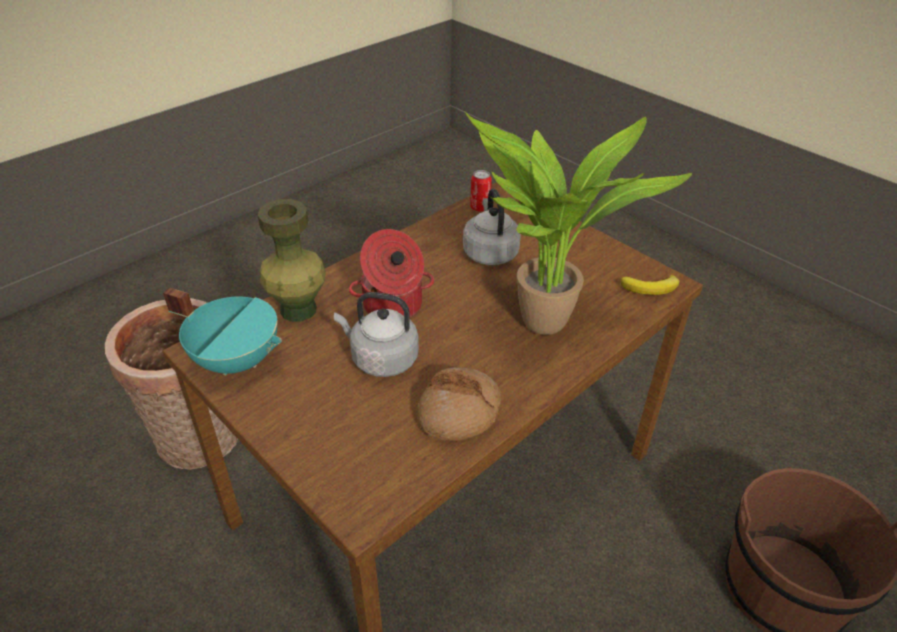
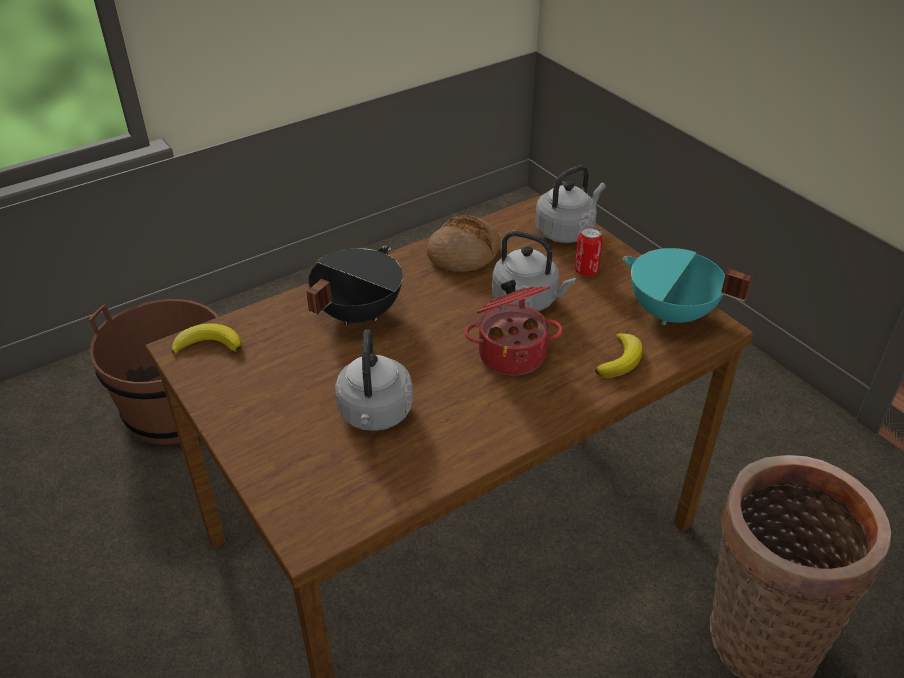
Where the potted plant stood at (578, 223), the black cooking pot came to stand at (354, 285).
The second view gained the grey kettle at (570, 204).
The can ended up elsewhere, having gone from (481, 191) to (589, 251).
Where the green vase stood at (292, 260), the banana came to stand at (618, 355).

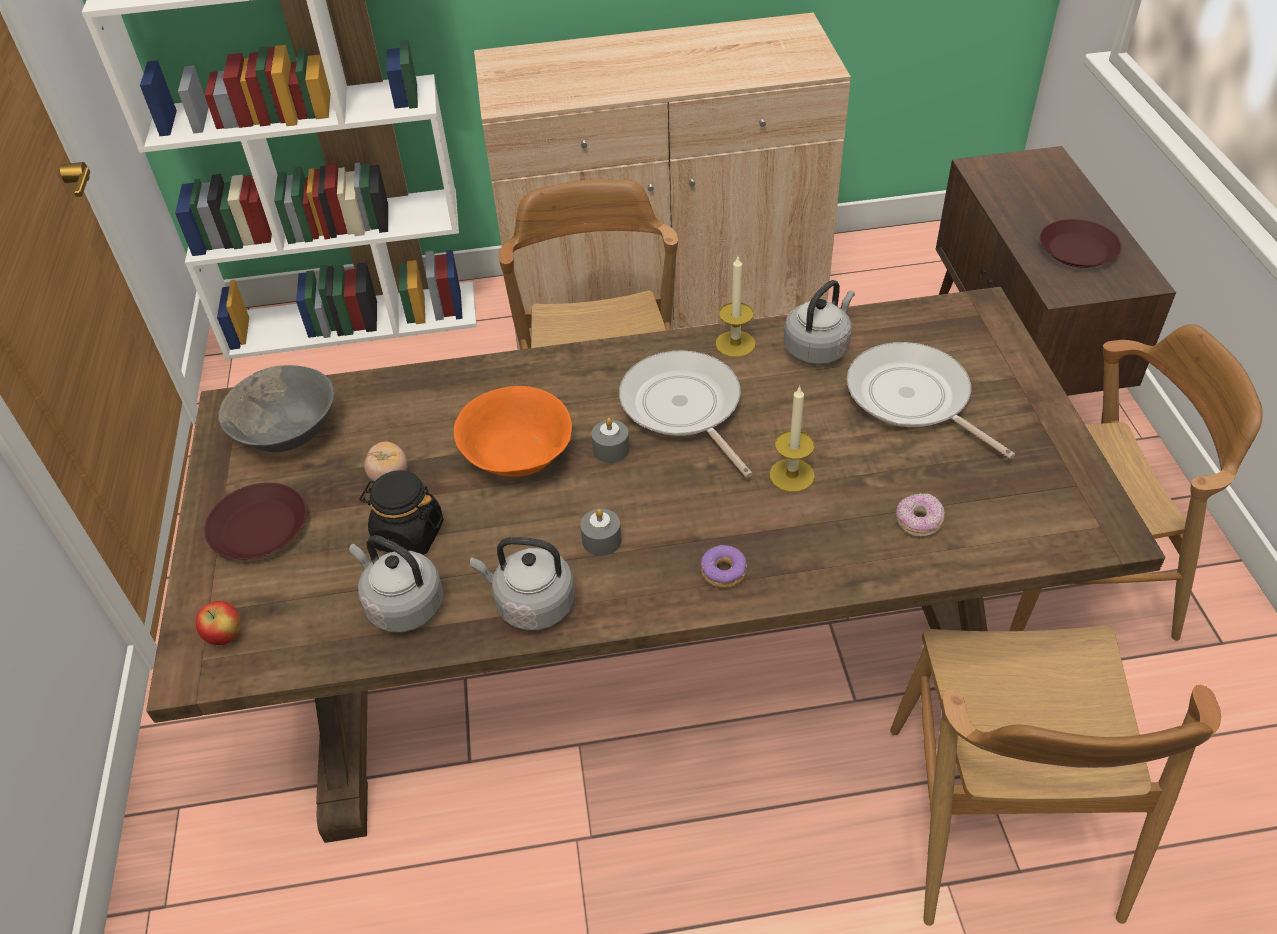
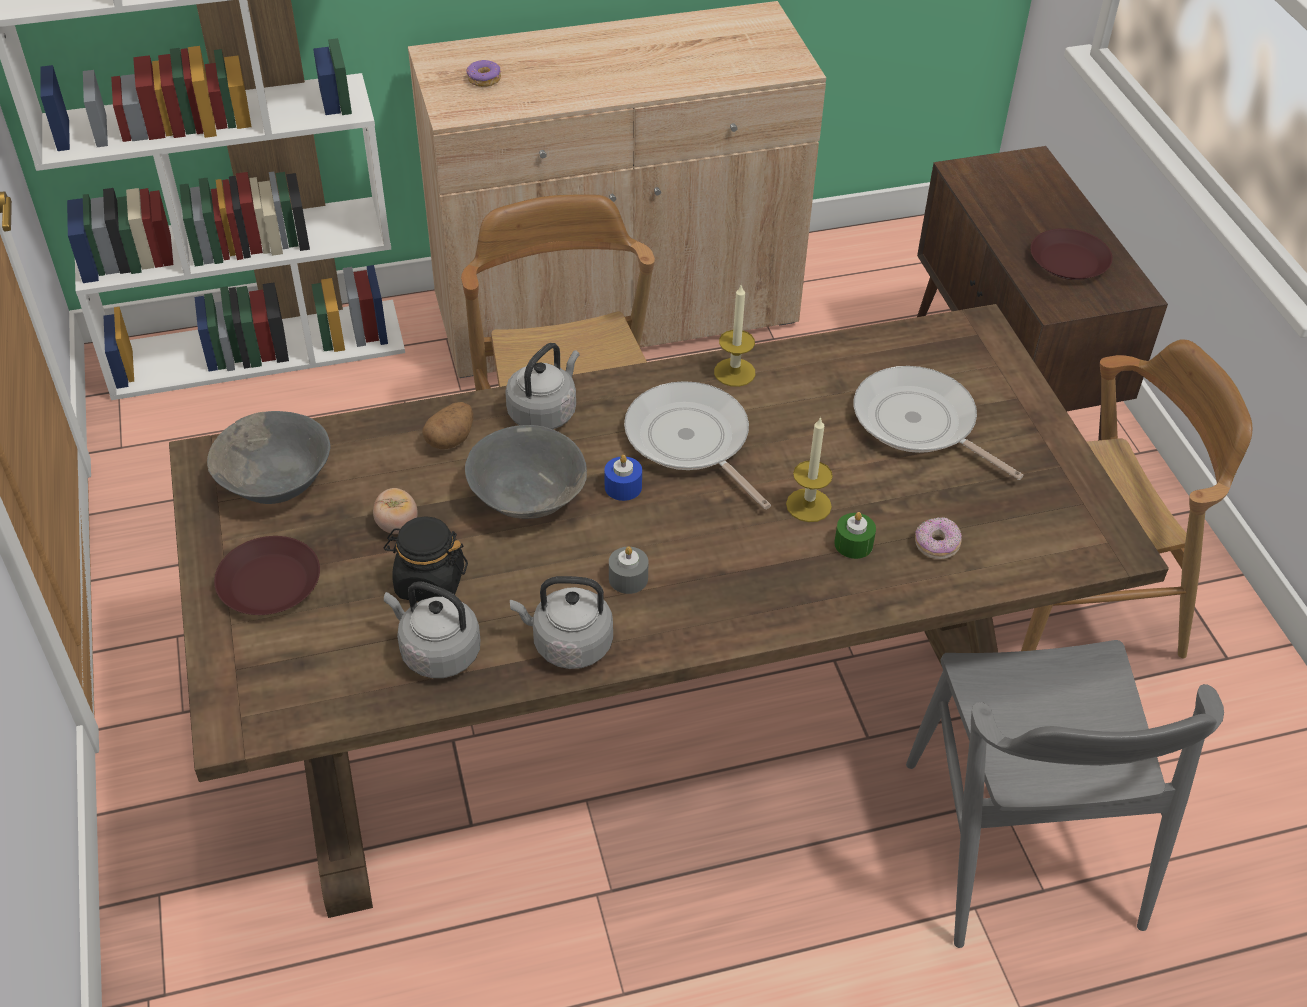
The second view gained the potato at (448, 425).
What was the orange bowl at (513, 431) turned into the grey bowl at (526, 472).
The donut ended up elsewhere, having gone from (724, 566) to (484, 73).
The grey kettle ended up elsewhere, having gone from (819, 322) to (542, 386).
What was the grey candle at (611, 440) turned into the blue candle at (623, 478).
The second view gained the green candle at (855, 535).
What was the brown chair at (1055, 775) turned into the grey chair at (1065, 794).
The second view lost the apple at (218, 623).

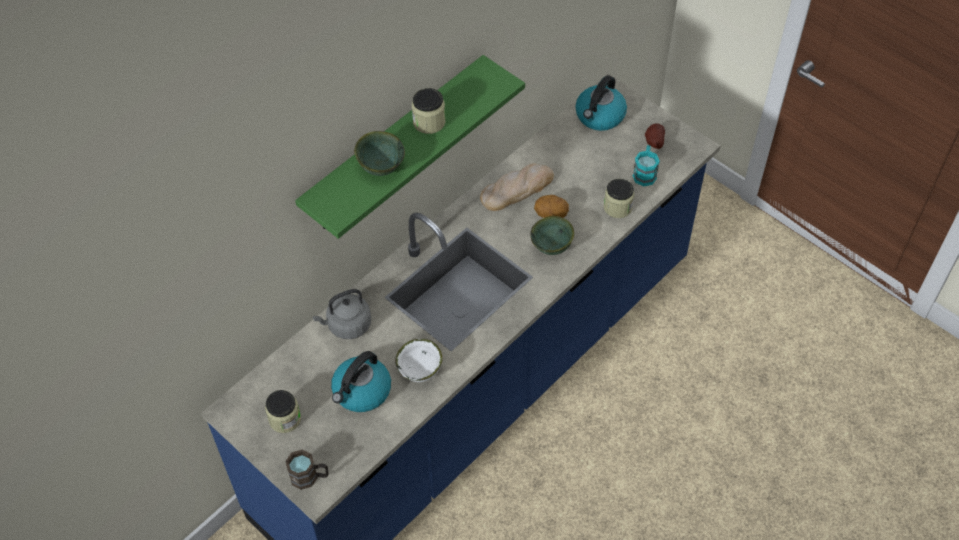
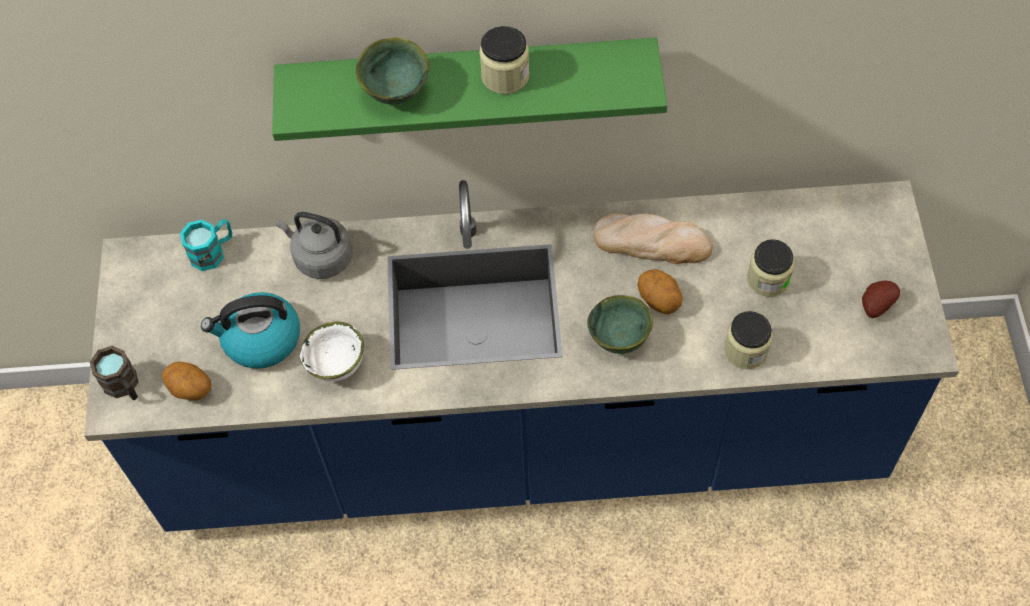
The second view gained the potato at (186, 381).
The turquoise mug ended up elsewhere, having gone from (646, 165) to (206, 245).
The jar ended up elsewhere, having gone from (283, 411) to (770, 268).
The second view lost the kettle at (601, 103).

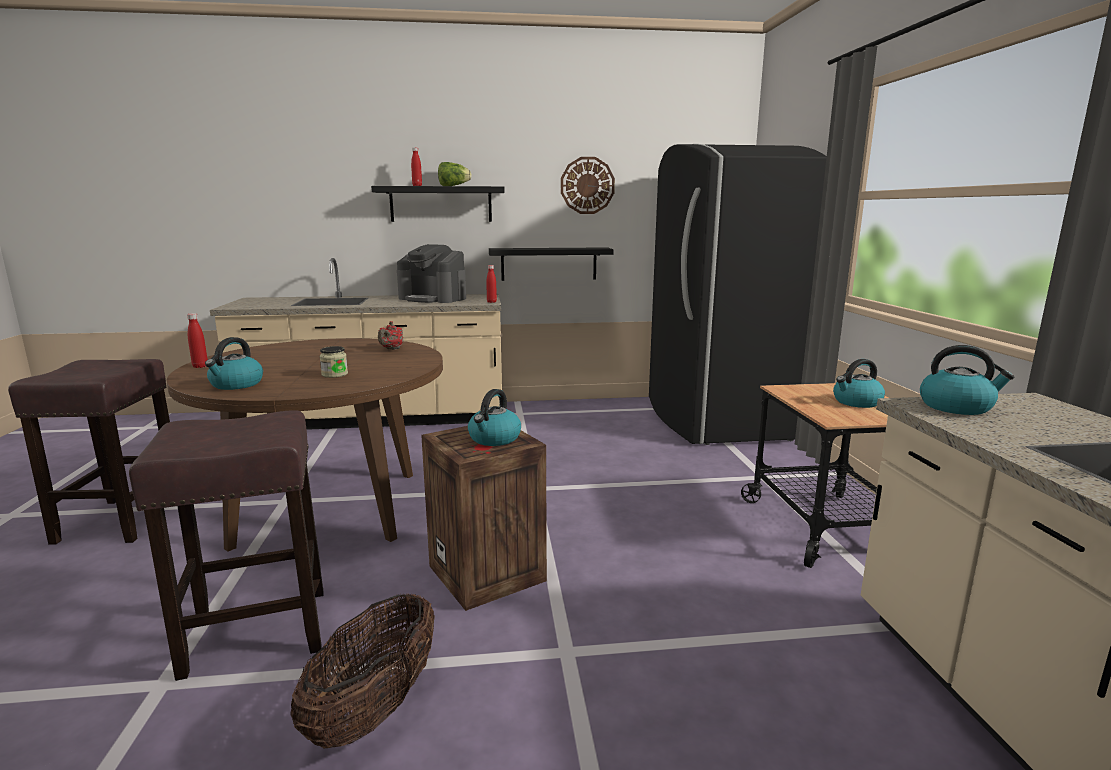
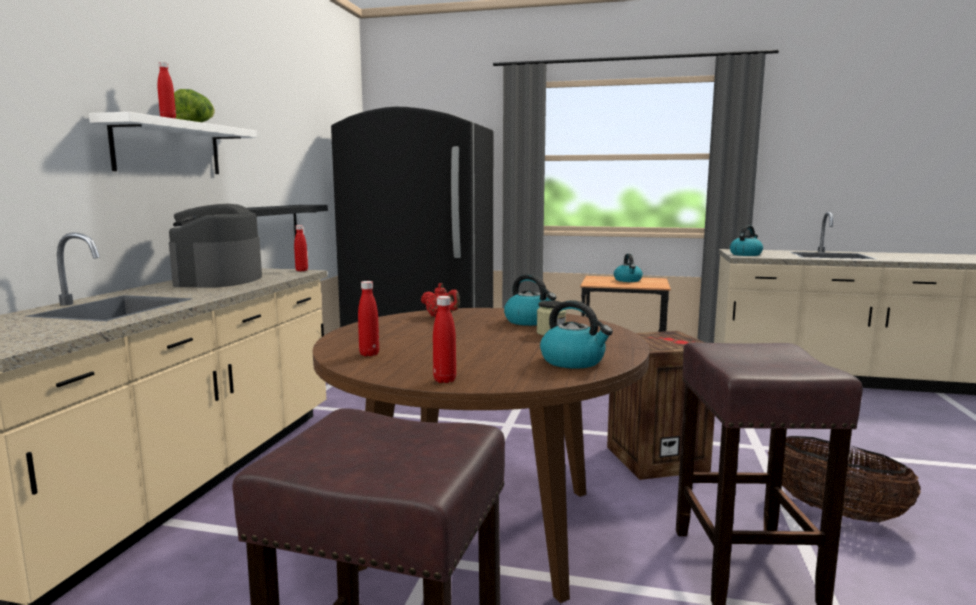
What was the black shelf at (438, 204) turned into the white shelf at (173, 143).
The coffee machine at (431, 273) ended up facing another way, 135 degrees clockwise from before.
The second view gained the red bottle at (368, 318).
The kettle ended up elsewhere, having gone from (494, 417) to (530, 300).
The second view lost the wall clock at (588, 185).

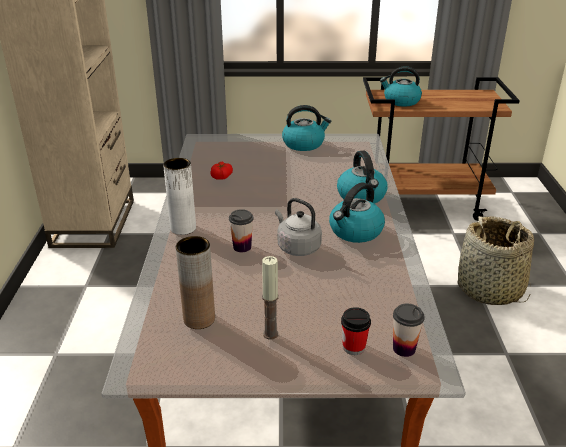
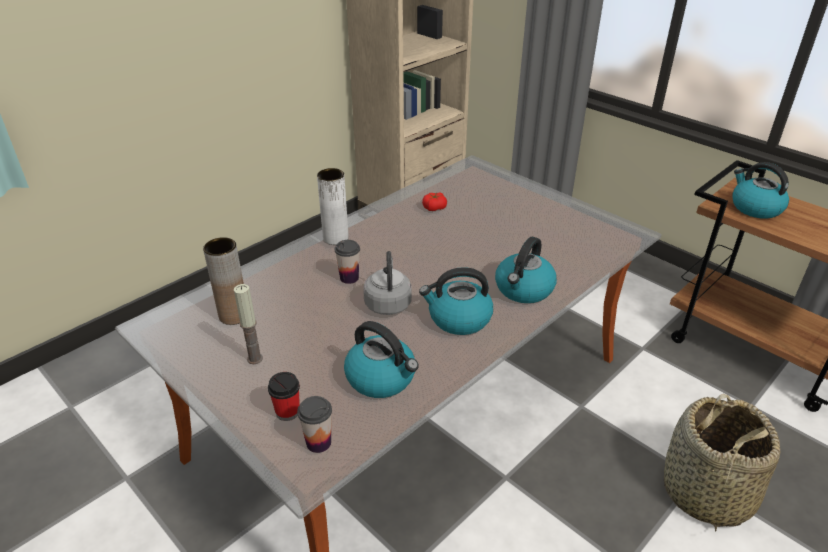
The kettle ended up elsewhere, having gone from (306, 128) to (381, 359).

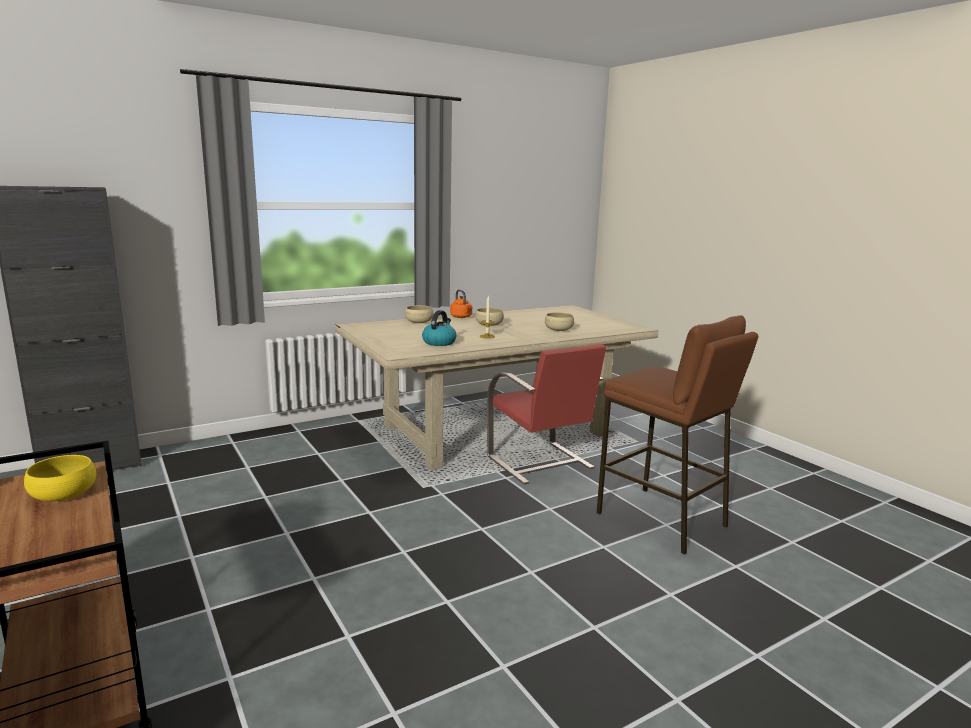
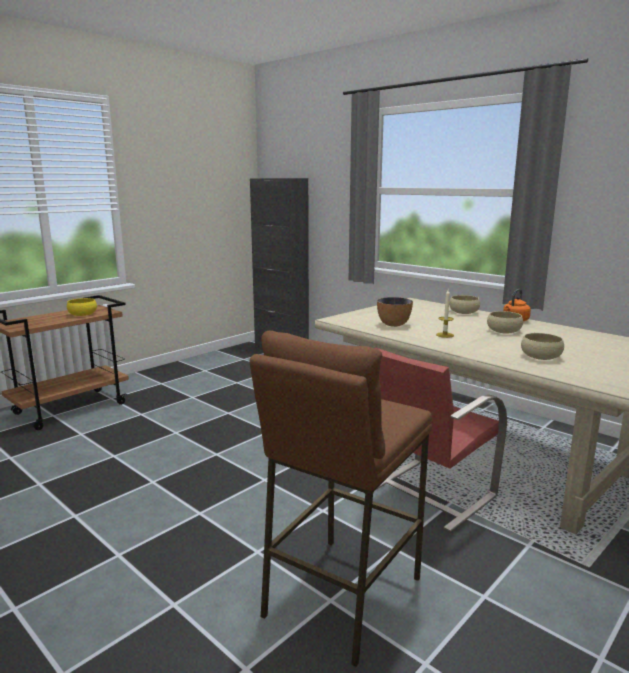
Where the kettle stood at (439, 328), the bowl came to stand at (395, 312).

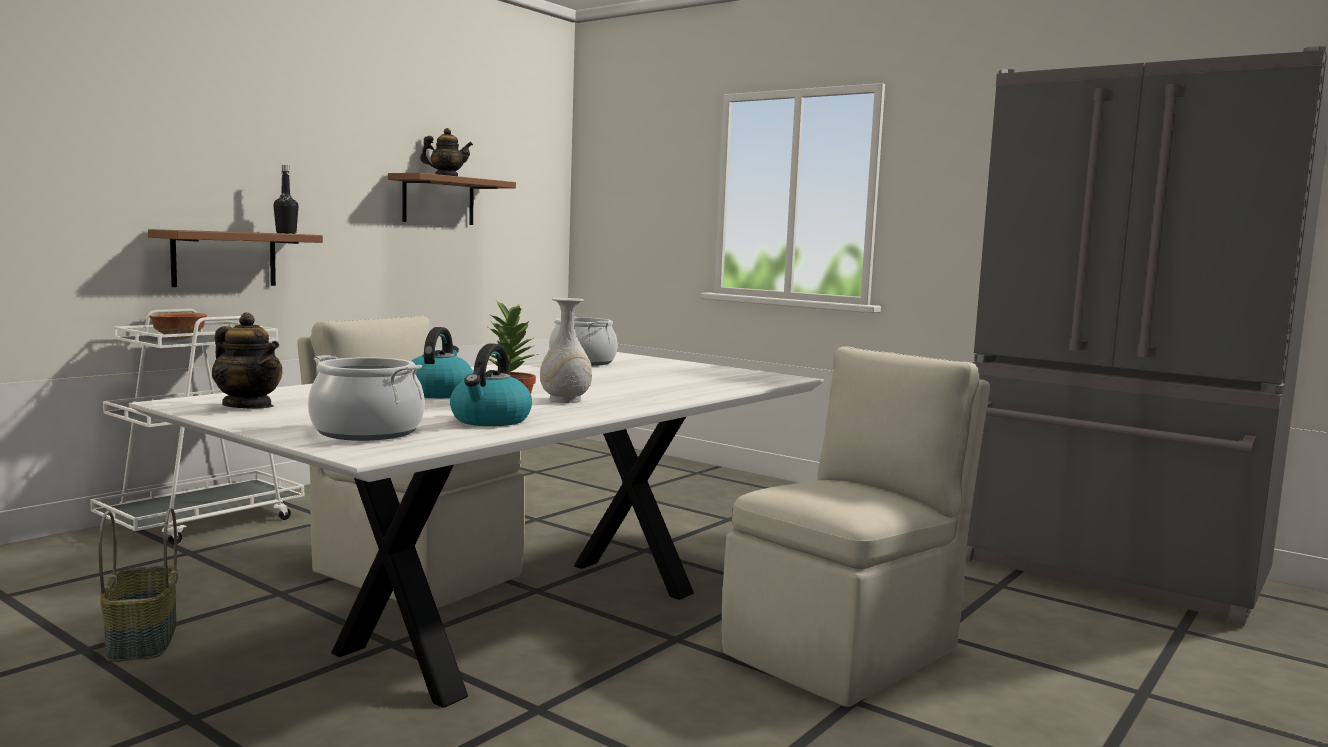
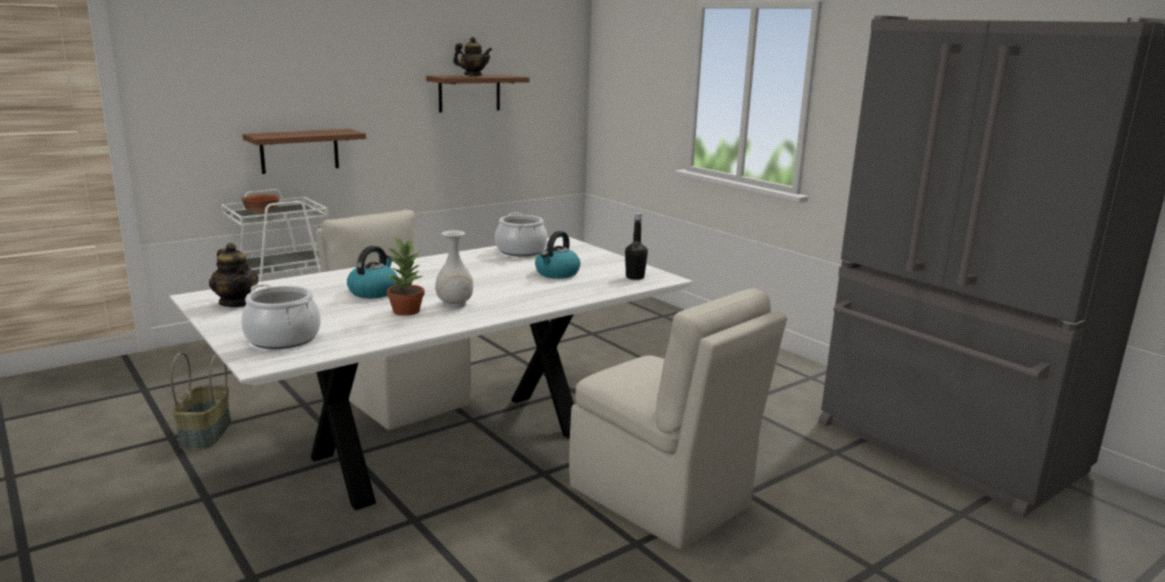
The kettle ended up elsewhere, having gone from (491, 384) to (557, 255).
The beige chair at (856, 526) ended up facing another way, 75 degrees clockwise from before.
The black bottle ended up elsewhere, having gone from (285, 199) to (636, 246).

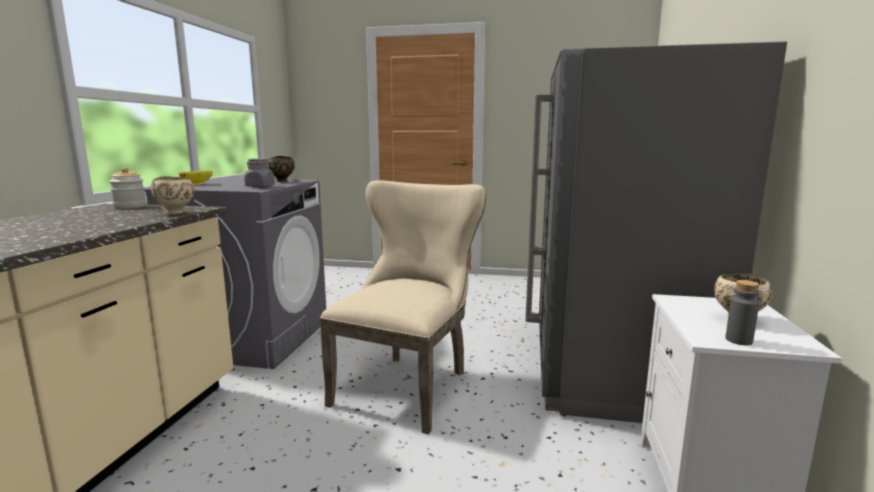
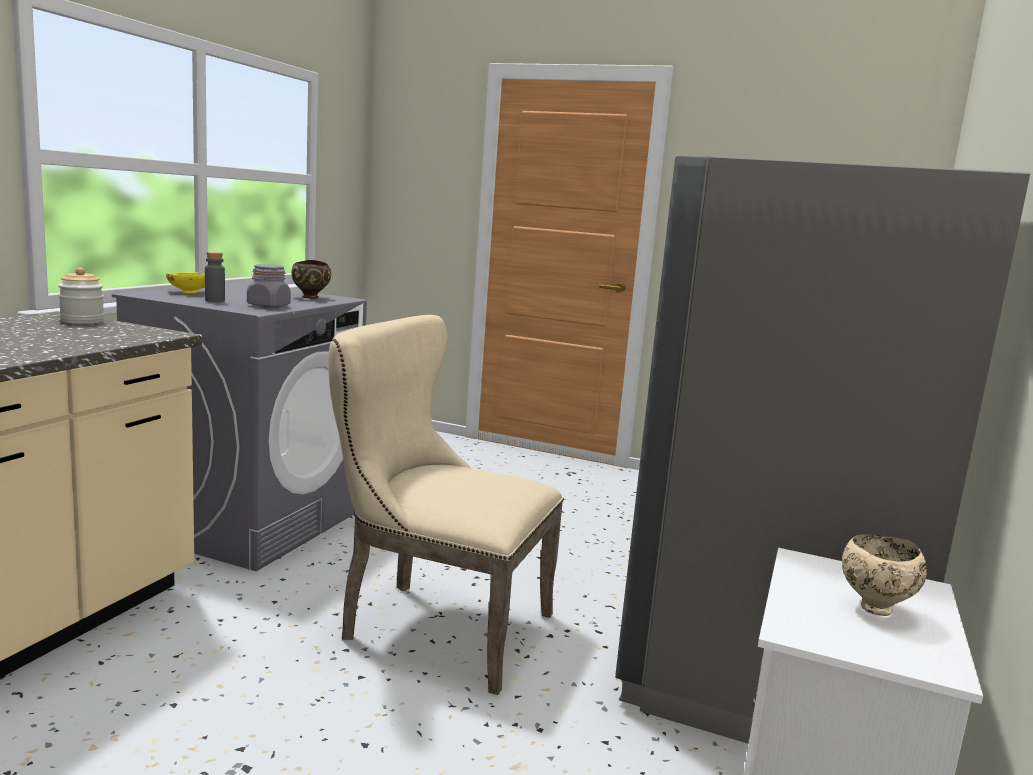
The grey bottle ended up elsewhere, having gone from (742, 312) to (215, 277).
The beige chair at (403, 307) ended up facing another way, 105 degrees counterclockwise from before.
The second view lost the beige bowl at (172, 195).

